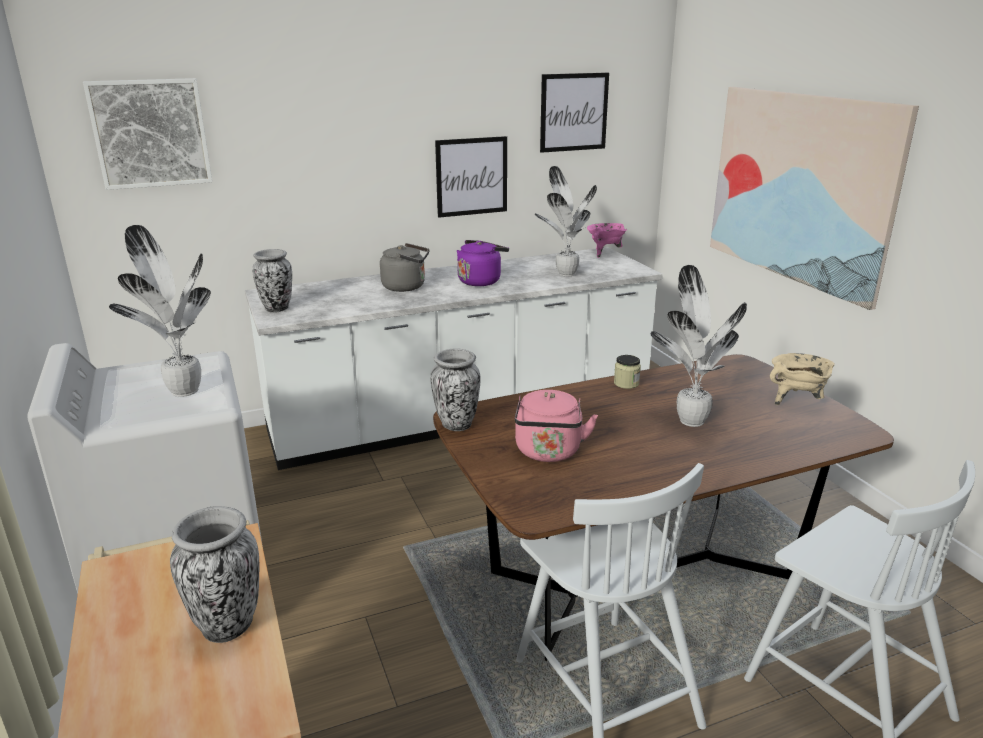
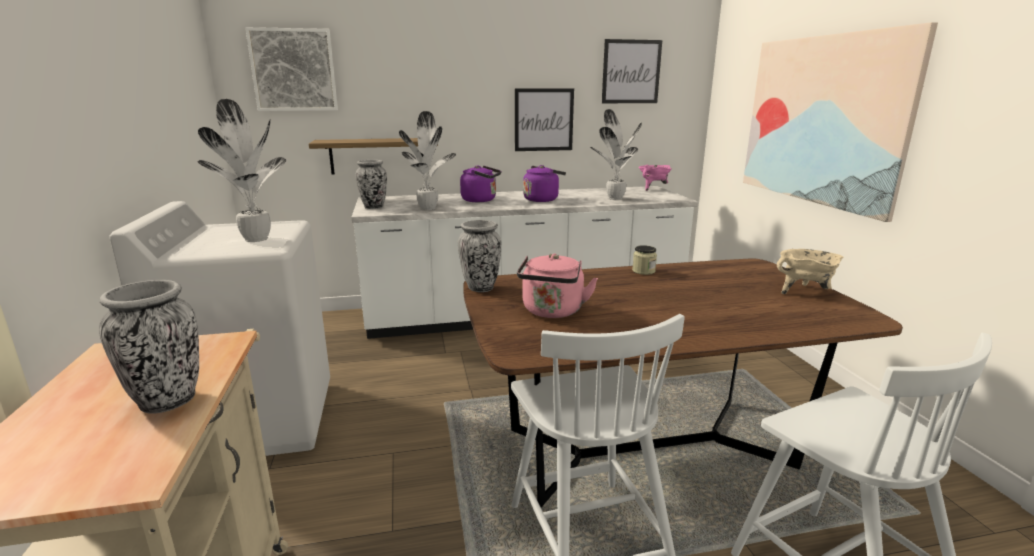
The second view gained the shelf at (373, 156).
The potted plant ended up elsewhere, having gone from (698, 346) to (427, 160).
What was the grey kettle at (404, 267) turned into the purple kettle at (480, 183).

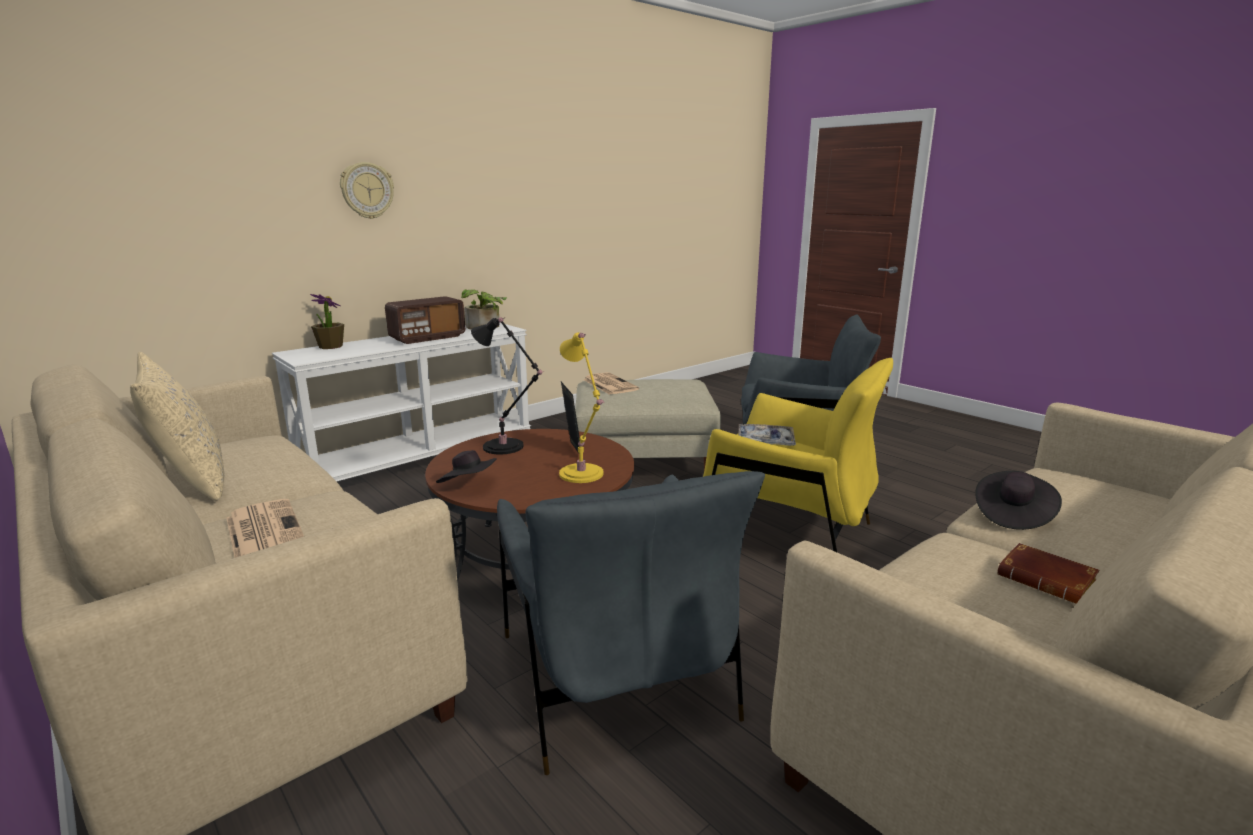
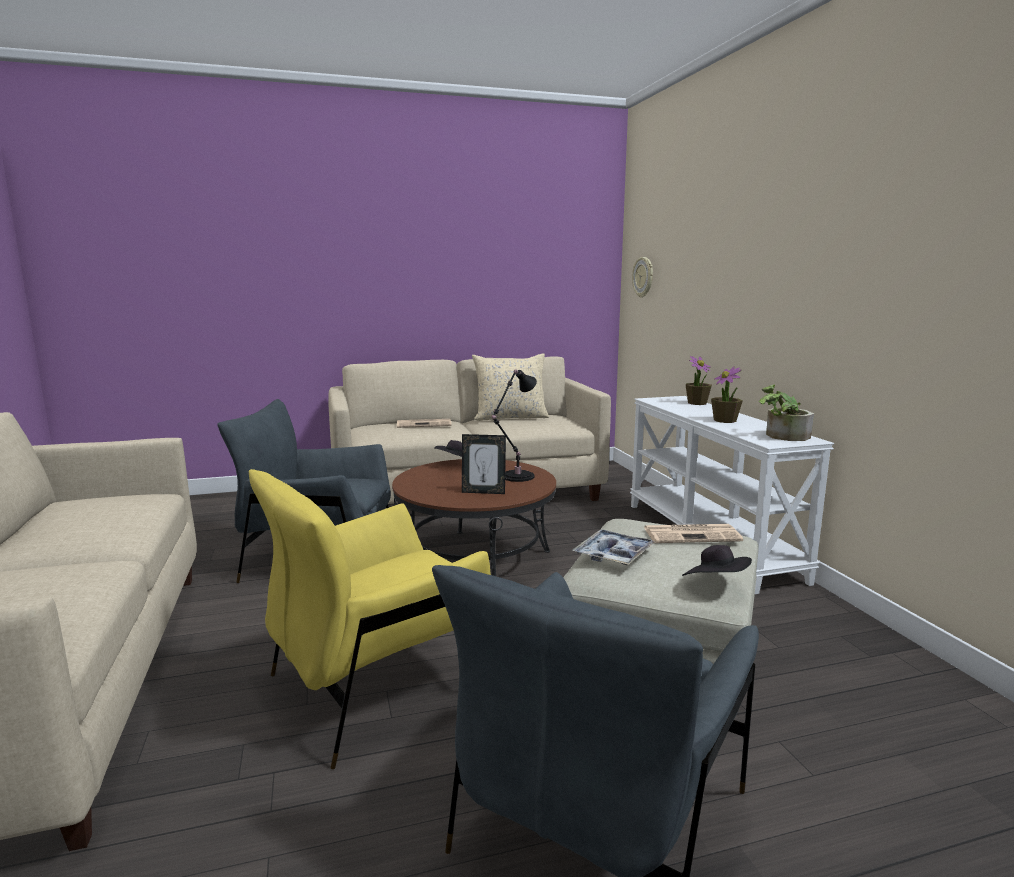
The tray ended up elsewhere, having gone from (767, 435) to (614, 547).
The wall clock ended up elsewhere, having gone from (367, 190) to (642, 277).
The black hat ended up elsewhere, having gone from (1018, 500) to (717, 560).
Where the radio stood at (425, 320), the potted plant came to stand at (726, 395).
The second view lost the yellow table lamp at (582, 407).
The second view lost the brown book at (1048, 573).

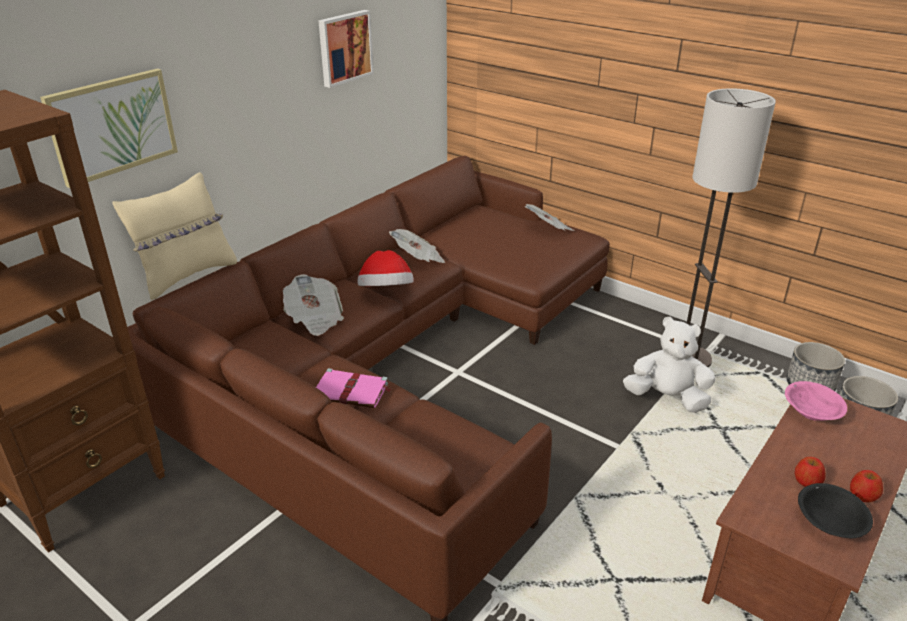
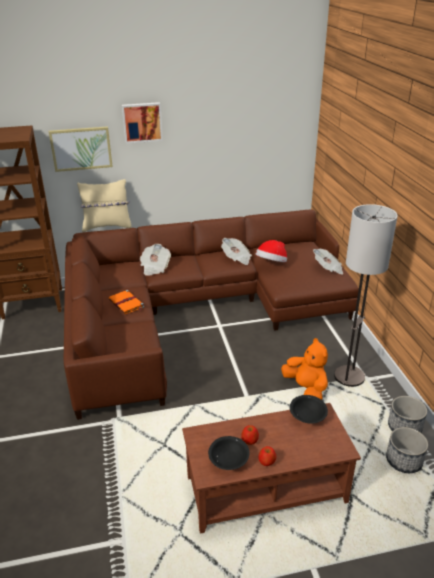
What was the pink book at (353, 388) turned into the orange book at (126, 302).
The picture ended up elsewhere, having gone from (346, 49) to (142, 122).
The hat ended up elsewhere, having gone from (385, 268) to (271, 251).
What was the white plush toy at (669, 365) turned into the orange plush toy at (304, 369).
What was the pink bowl at (816, 401) turned into the black bowl at (309, 409).

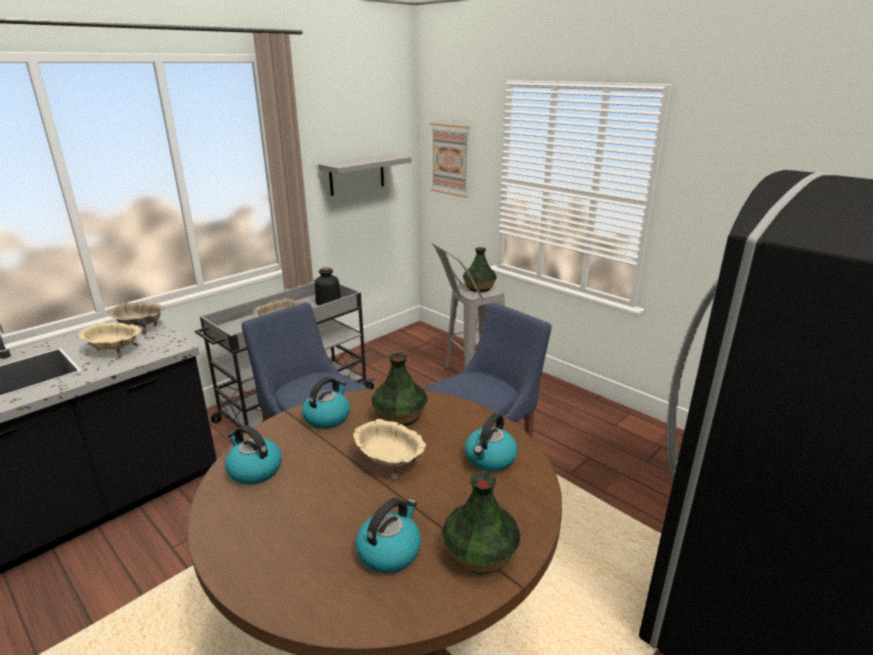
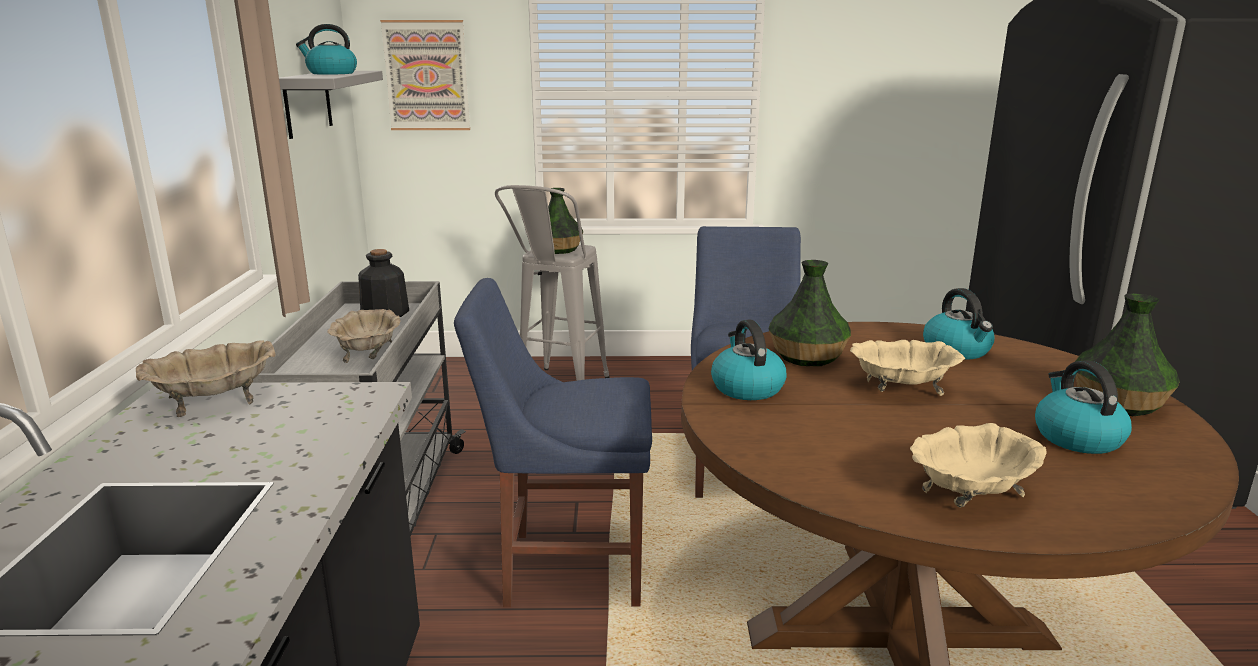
The kettle ended up elsewhere, having gone from (253, 455) to (326, 49).
The beige bowl ended up elsewhere, having gone from (110, 340) to (978, 465).

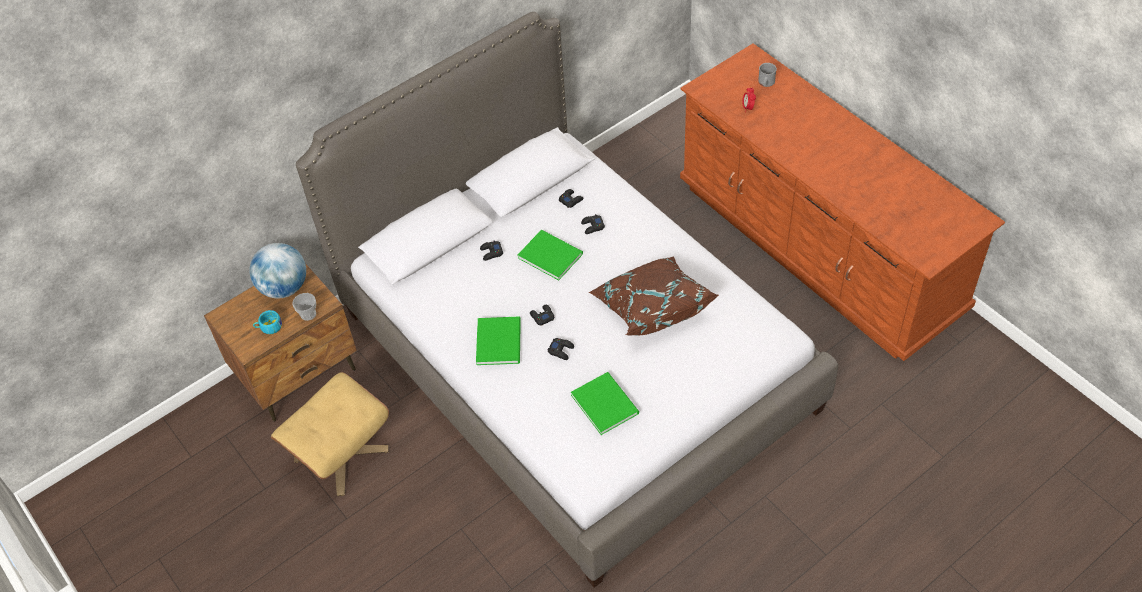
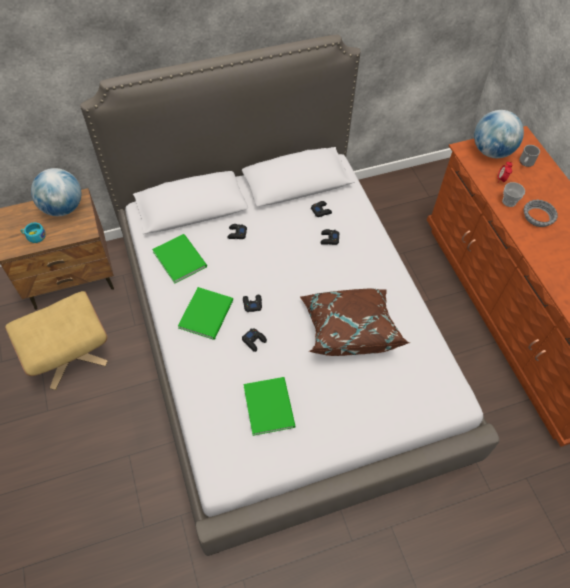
The green book ended up elsewhere, having gone from (550, 255) to (179, 259).
The second view gained the globe at (499, 134).
The cup ended up elsewhere, having gone from (304, 307) to (513, 194).
The second view gained the grey bowl at (541, 213).

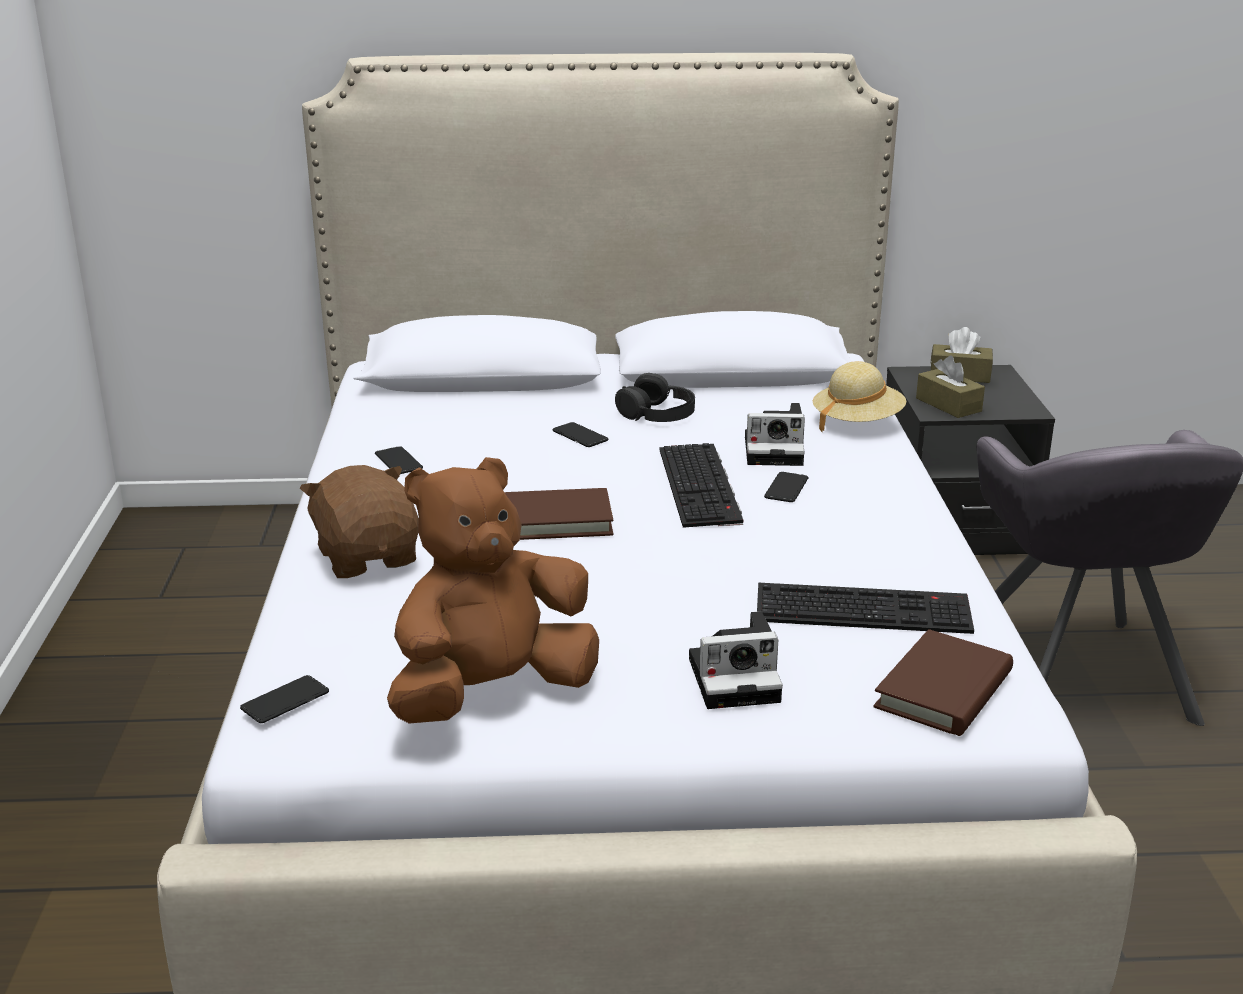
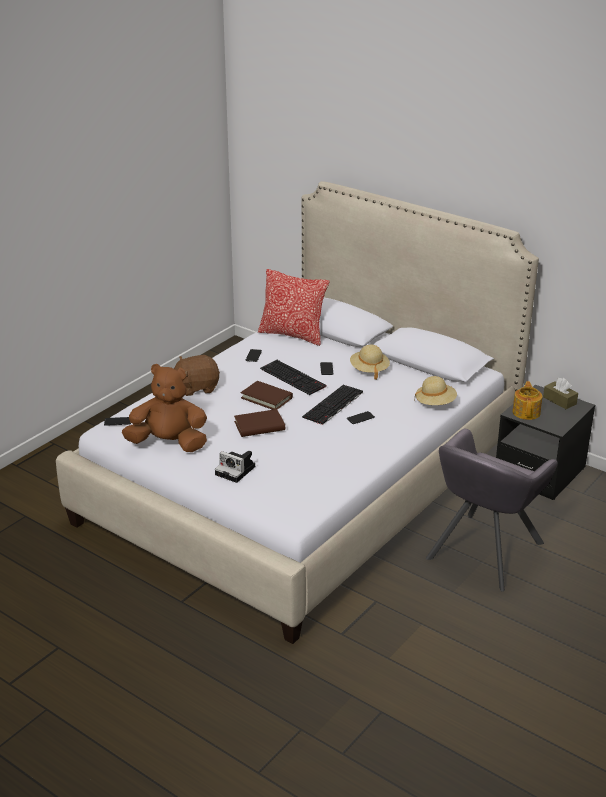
The brown plush toy at (359, 521) ended up facing another way, 120 degrees counterclockwise from before.
The brown book ended up elsewhere, having gone from (943, 682) to (259, 423).
The second view gained the pillow at (293, 307).
The keyboard ended up elsewhere, having gone from (865, 608) to (293, 377).
Where the black headphones stood at (655, 397), the beige hat came to stand at (370, 362).
Where the brown tissue box stood at (950, 387), the teapot came to stand at (527, 400).
The second view lost the photo camera at (775, 434).

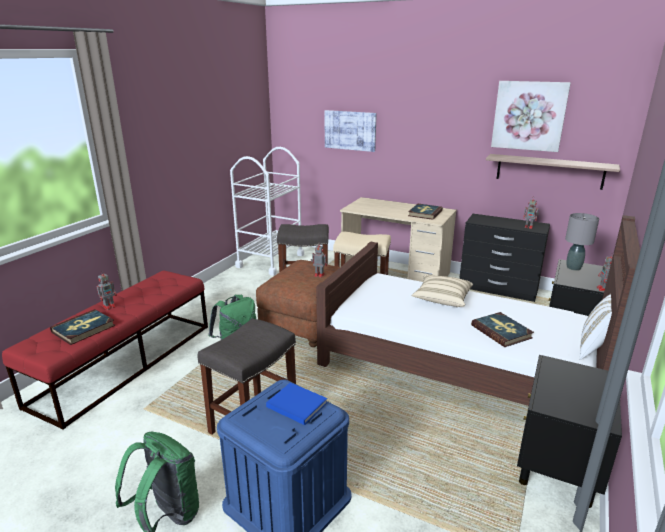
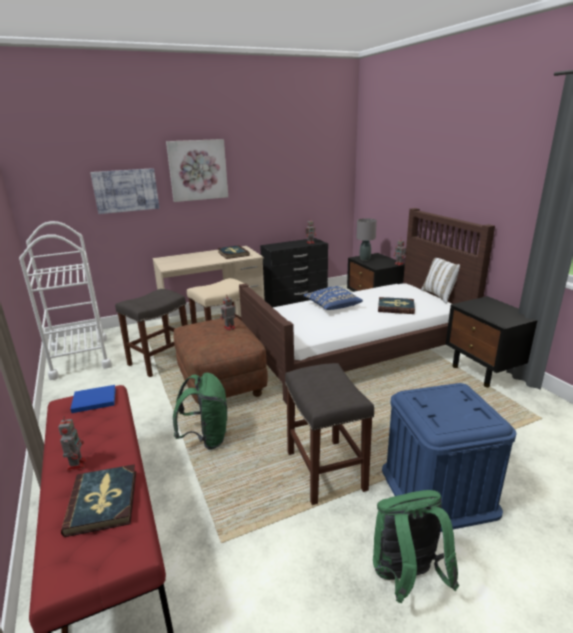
The blue book ended up elsewhere, having gone from (296, 403) to (93, 399).
The picture ended up elsewhere, having gone from (531, 116) to (197, 170).
What was the beige pillow at (442, 291) turned into the blue pillow at (333, 298).
The second view lost the shelf at (553, 172).

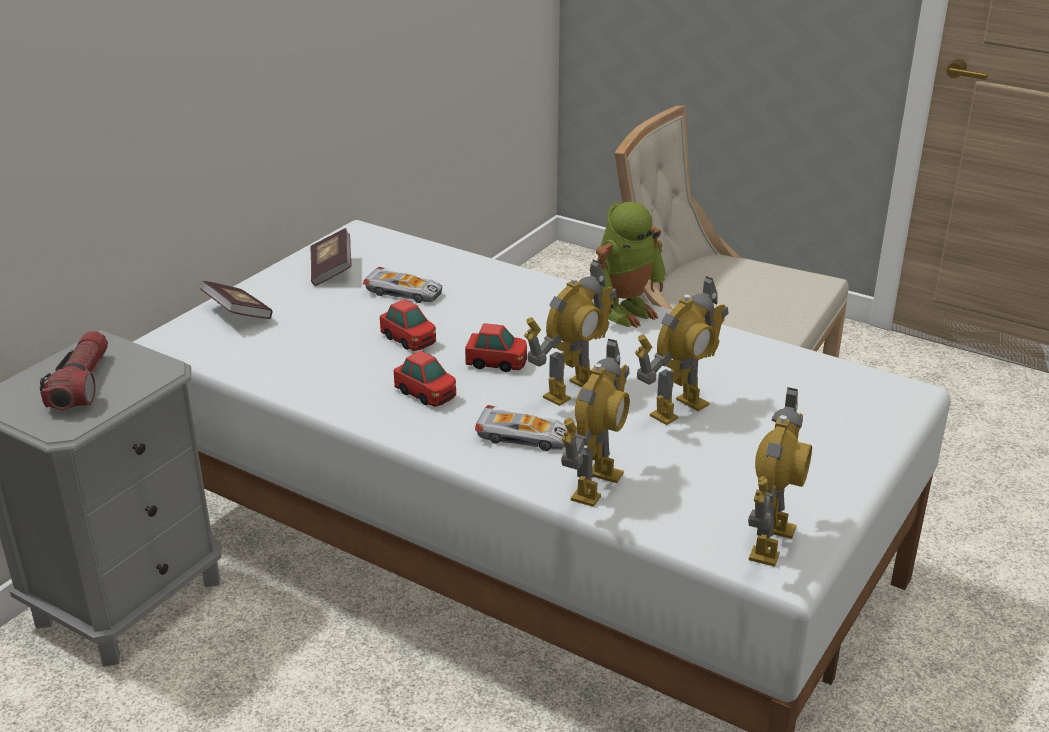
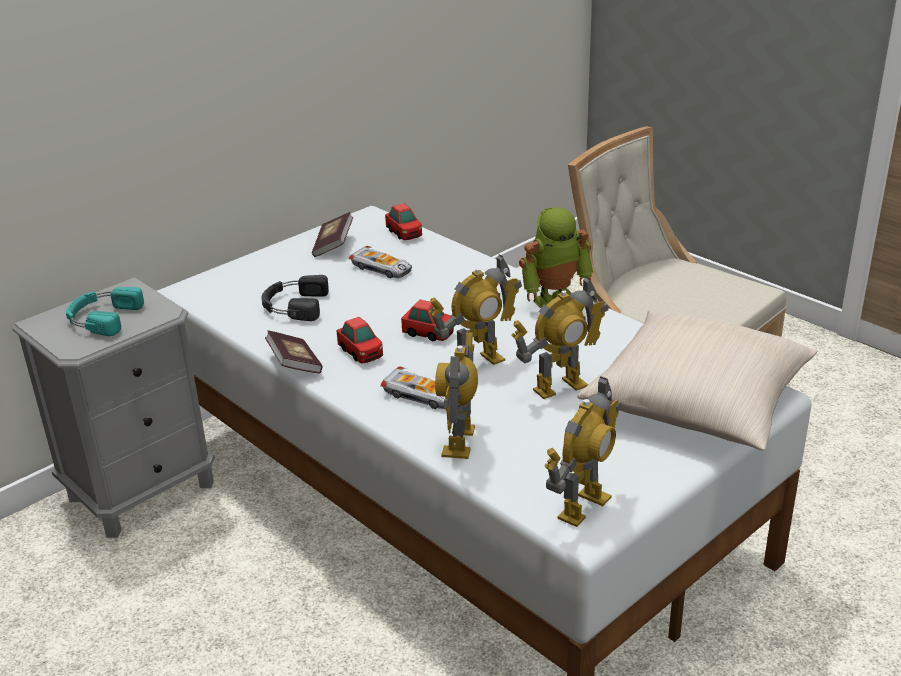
Where the flashlight stood at (74, 370), the turquoise headphones came to stand at (105, 311).
The second view gained the black headphones at (295, 298).
The book ended up elsewhere, having gone from (236, 300) to (294, 352).
The toy car ended up elsewhere, having gone from (408, 325) to (403, 221).
The toy robot at (595, 423) ended up facing another way, 150 degrees clockwise from before.
The second view gained the beige pillow at (697, 380).

